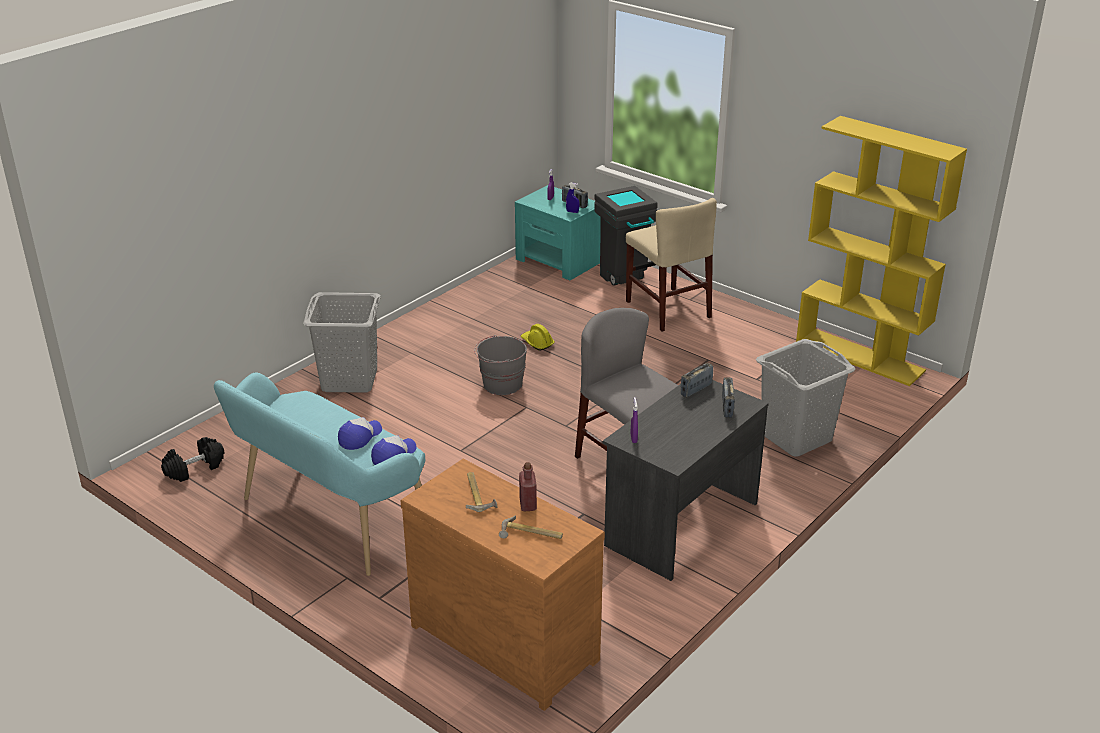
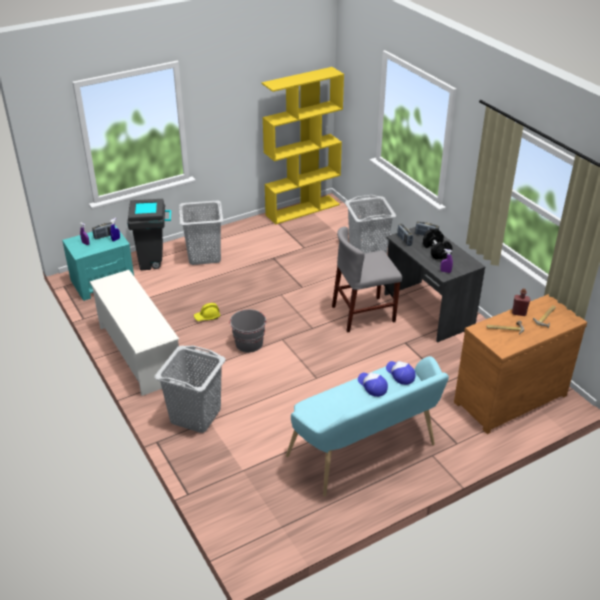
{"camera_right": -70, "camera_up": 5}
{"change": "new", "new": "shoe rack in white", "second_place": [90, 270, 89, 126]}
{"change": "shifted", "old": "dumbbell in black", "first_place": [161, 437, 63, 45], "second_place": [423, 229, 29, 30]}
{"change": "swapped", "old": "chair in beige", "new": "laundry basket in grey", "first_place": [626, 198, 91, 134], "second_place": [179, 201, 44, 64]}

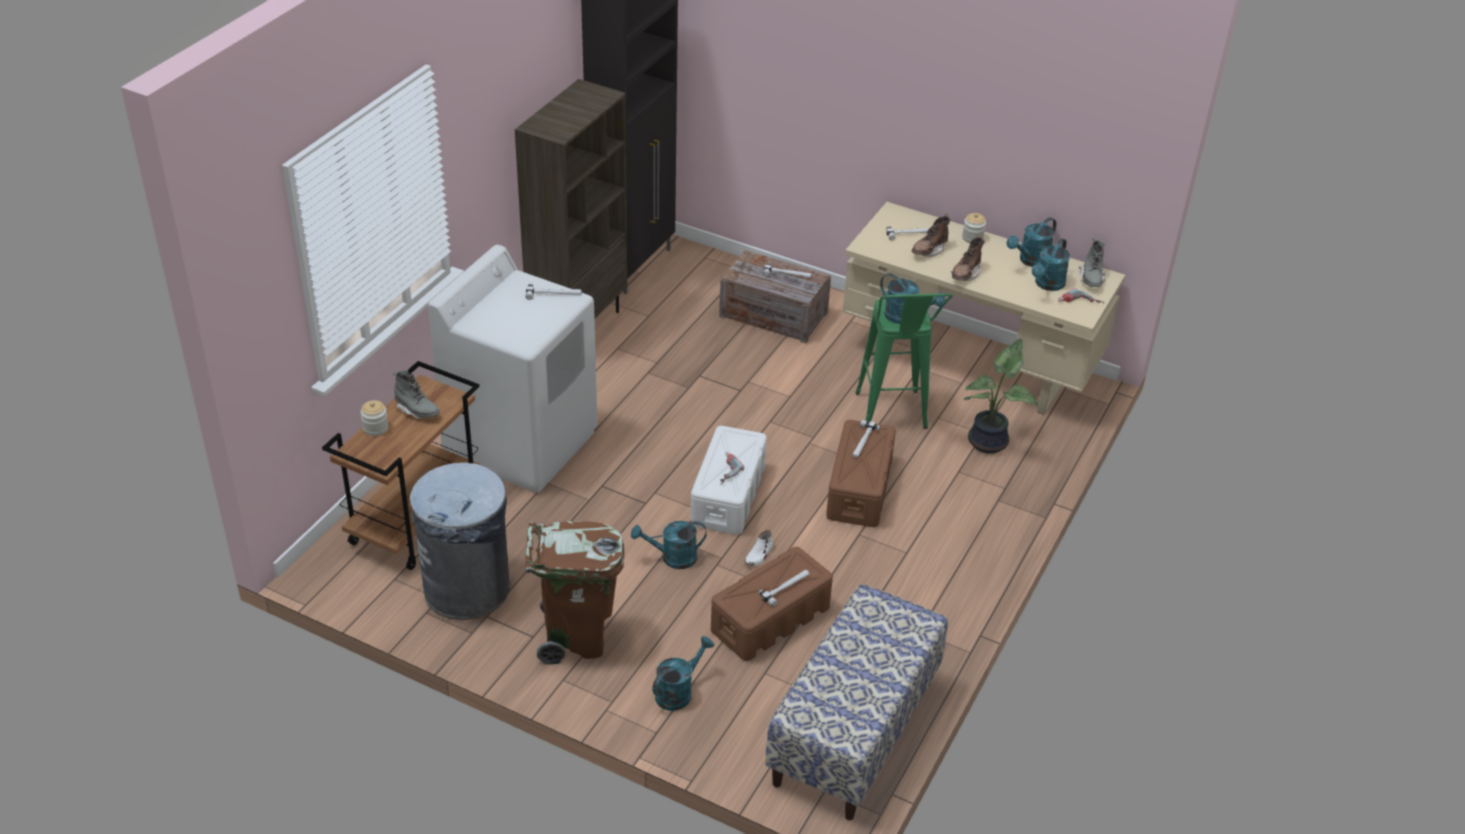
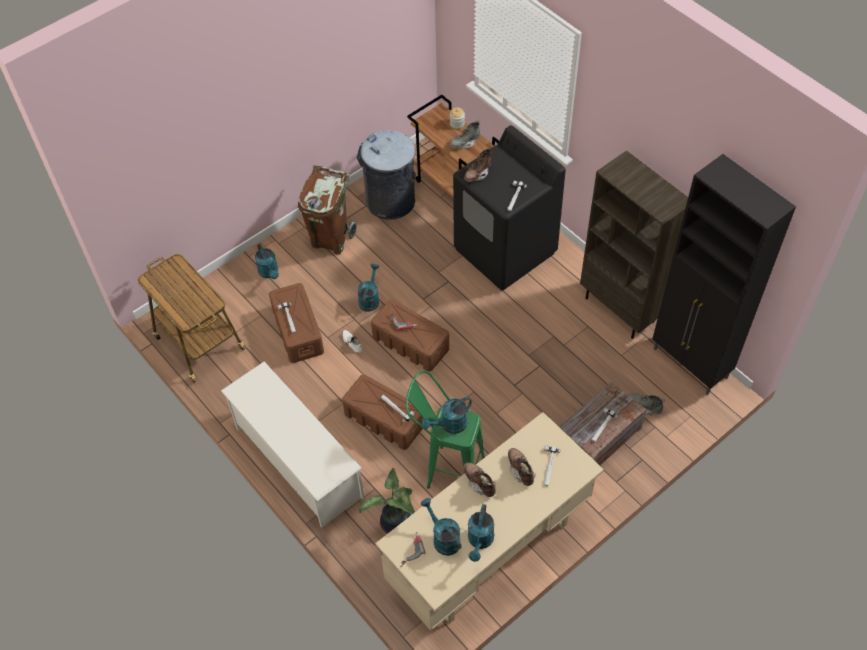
{"camera_right": 115, "camera_up": 15}
{"change": "gone", "old": "jar", "first_place": [962, 213, 24, 30]}
{"change": "new", "new": "shoe rack in white", "second_place": [221, 362, 143, 165]}
{"change": "new", "new": "boot in brown", "second_place": [464, 147, 27, 35]}
{"change": "shifted", "old": "boot in grey", "first_place": [1079, 238, 27, 49], "second_place": [628, 393, 37, 23]}
{"change": "swapped", "old": "bench", "new": "cart", "first_place": [765, 584, 183, 236], "second_place": [138, 254, 109, 129]}
{"change": "repainted", "old": "washing machine in white", "new": "washing machine in black", "first_place": [428, 245, 169, 248], "second_place": [453, 126, 113, 165]}
{"change": "repainted", "old": "storage box in white", "new": "storage box in brown", "first_place": [690, 426, 77, 109], "second_place": [371, 299, 78, 73]}
{"change": "rotated", "old": "watering can in turquoise", "first_place": [1007, 217, 49, 50], "second_place": [468, 504, 26, 58], "degrees": -150}

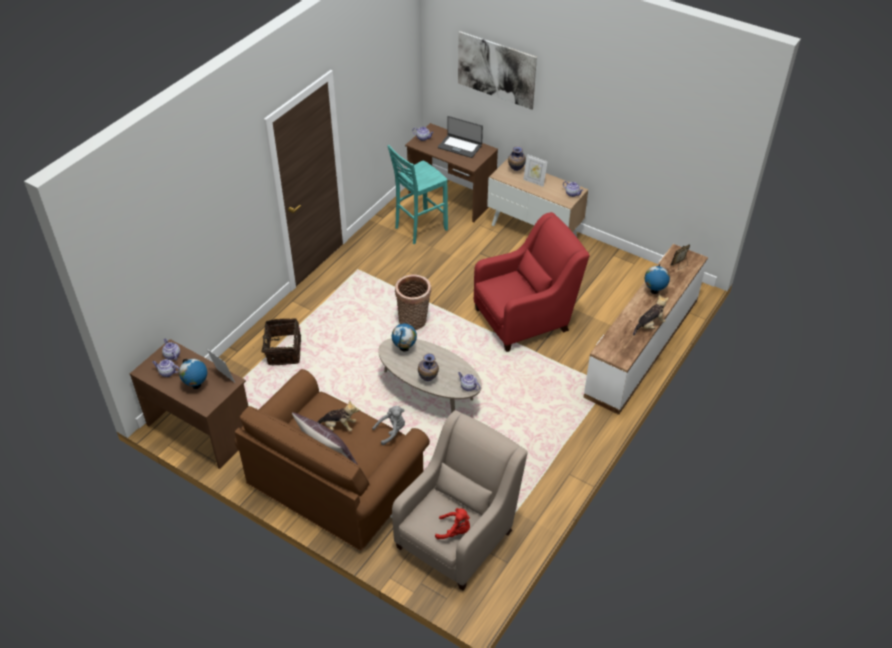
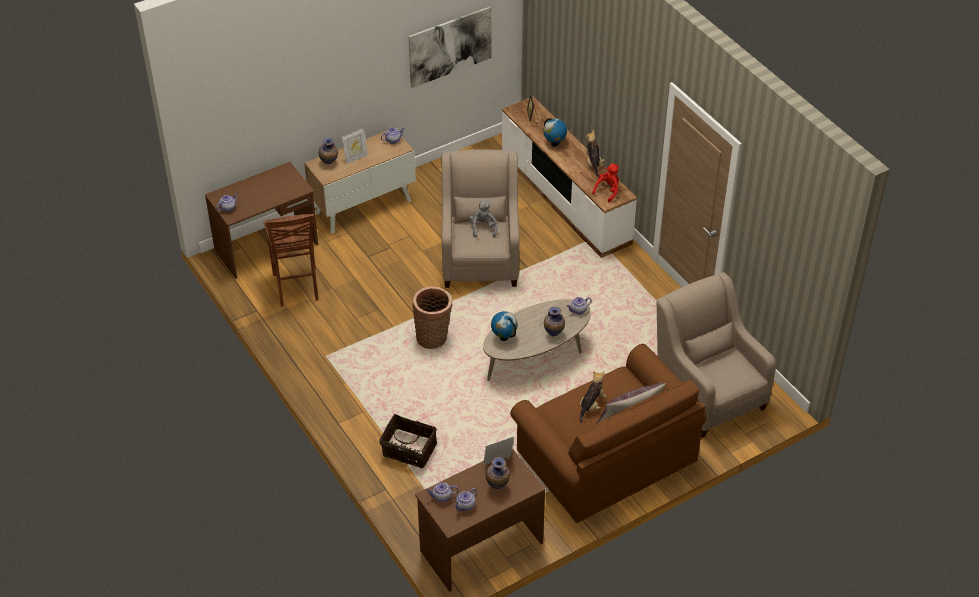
{"camera_right": -65, "camera_up": 0}
{"change": "gone", "old": "laptop", "first_place": [438, 116, 45, 42]}
{"change": "shifted", "old": "plush toy in grey", "first_place": [372, 406, 33, 39], "second_place": [469, 200, 29, 38]}
{"change": "shifted", "old": "plush toy in red", "first_place": [435, 508, 35, 31], "second_place": [592, 164, 27, 38]}
{"change": "shifted", "old": "picture", "first_place": [458, 31, 79, 79], "second_place": [409, 6, 82, 82]}
{"change": "swapped", "old": "globe", "new": "vase", "first_place": [179, 359, 28, 30], "second_place": [486, 457, 24, 32]}
{"change": "repainted", "old": "stool in turquoise", "new": "stool in brown", "first_place": [387, 145, 61, 99], "second_place": [264, 214, 55, 92]}
{"change": "repainted", "old": "armchair in red", "new": "armchair in beige", "first_place": [474, 212, 116, 140], "second_place": [441, 149, 78, 139]}

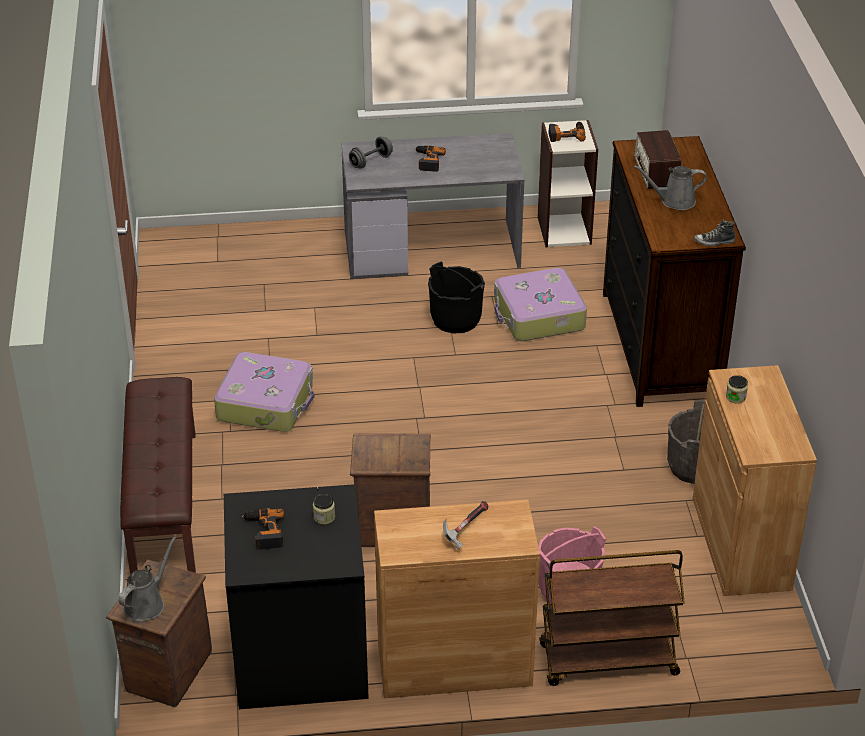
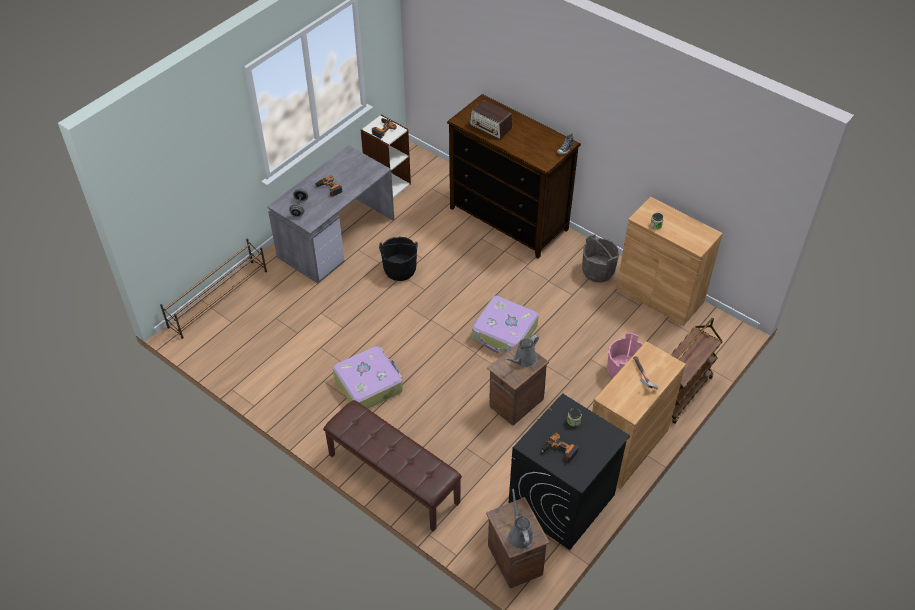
{"camera_right": -45, "camera_up": 10}
{"change": "new", "new": "shoe rack in brown", "second_place": [160, 239, 107, 100]}
{"change": "shifted", "old": "suitcase", "first_place": [494, 268, 93, 73], "second_place": [472, 296, 67, 58]}
{"change": "shifted", "old": "watering can in grey", "first_place": [634, 165, 73, 45], "second_place": [504, 335, 35, 33]}

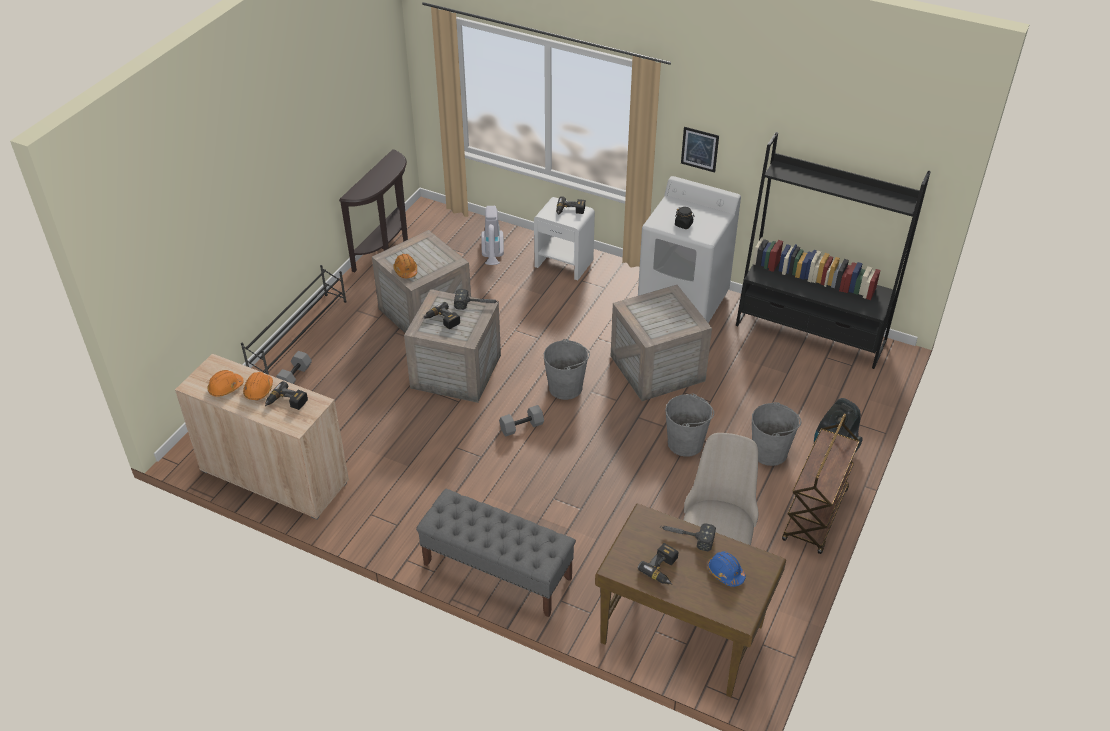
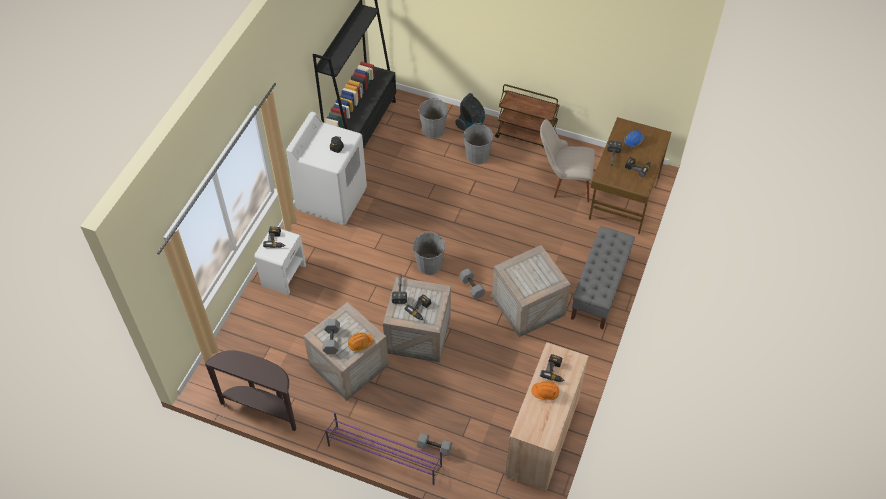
{"camera_right": -95, "camera_up": 10}
{"change": "gone", "old": "hard hat in orange", "first_place": [207, 370, 37, 27]}
{"change": "gone", "old": "vacuum cleaner", "first_place": [481, 206, 23, 59]}
{"change": "gone", "old": "picture", "first_place": [681, 127, 38, 46]}
{"change": "new", "new": "dumbbell in grey", "second_place": [323, 319, 17, 35]}
{"change": "shifted", "old": "crate", "first_place": [611, 285, 101, 116], "second_place": [492, 245, 79, 92]}
{"change": "shifted", "old": "bucket in grey", "first_place": [665, 393, 49, 64], "second_place": [419, 98, 29, 41]}
{"change": "repainted", "old": "shoe rack in black", "new": "shoe rack in purple", "first_place": [241, 265, 106, 110], "second_place": [325, 412, 117, 73]}

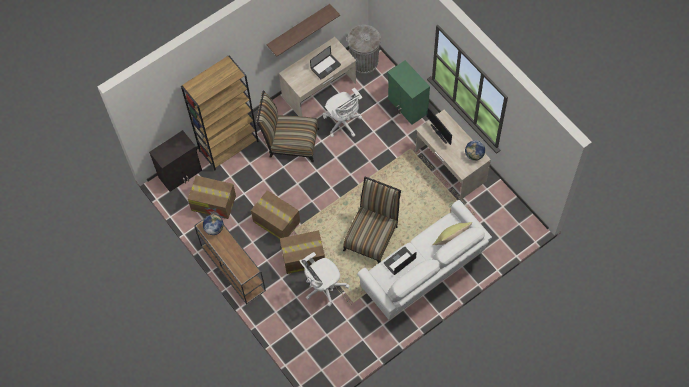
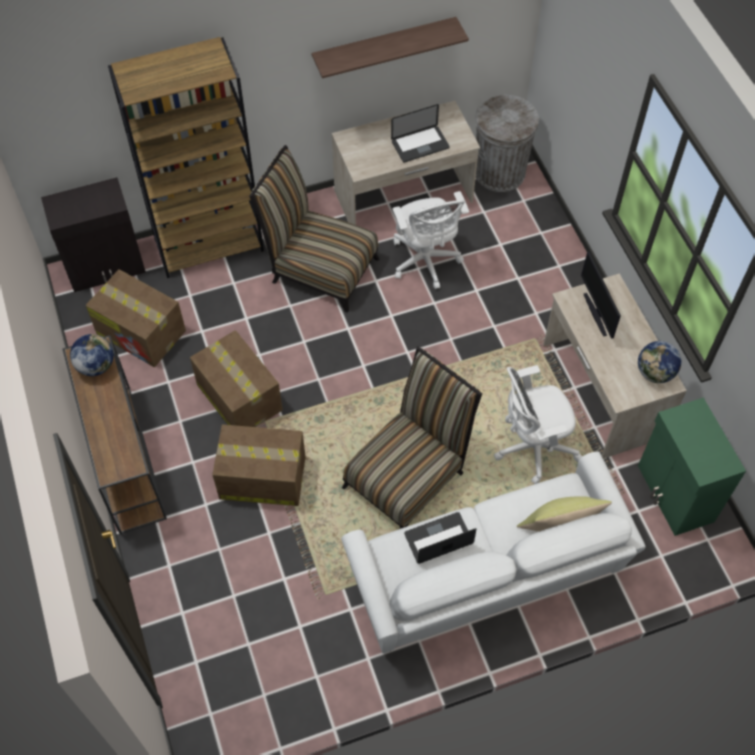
{"camera_right": 15, "camera_up": -5}
{"change": "shifted", "old": "office chair in white", "first_place": [300, 252, 50, 54], "second_place": [494, 365, 88, 119]}
{"change": "shifted", "old": "cabinet in green", "first_place": [387, 60, 43, 65], "second_place": [638, 398, 108, 138]}

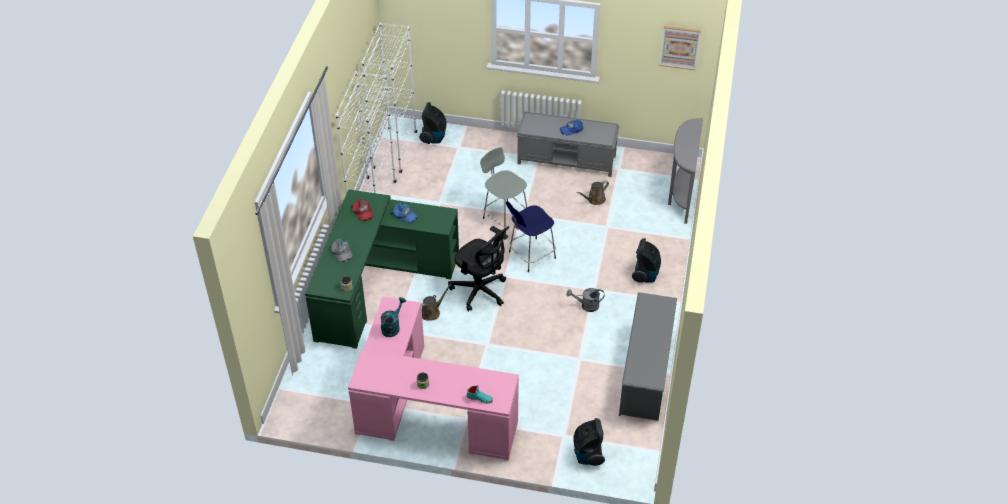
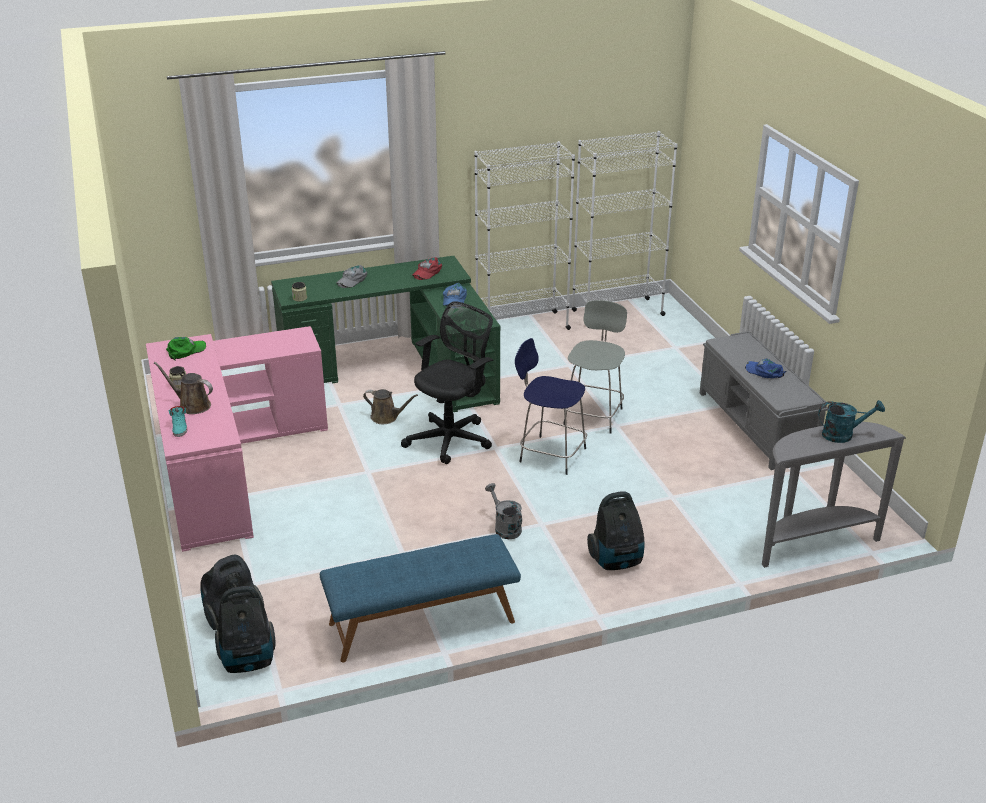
{"camera_right": 60, "camera_up": -15}
{"change": "gone", "old": "picture", "first_place": [660, 26, 41, 44]}
{"change": "new", "new": "cap in green", "second_place": [166, 337, 40, 24]}
{"change": "shifted", "old": "watering can in turquoise", "first_place": [381, 297, 25, 40], "second_place": [818, 400, 67, 43]}
{"change": "shifted", "old": "vacuum cleaner", "first_place": [419, 102, 28, 42], "second_place": [215, 586, 61, 87]}
{"change": "shifted", "old": "watering can in brown", "first_place": [577, 180, 32, 25], "second_place": [154, 362, 59, 52]}
{"change": "swapped", "old": "shoe rack in grey", "new": "bench in blue", "first_place": [619, 292, 58, 129], "second_place": [320, 534, 201, 129]}
{"change": "rotated", "old": "office chair in black", "first_place": [448, 226, 61, 86], "second_place": [401, 301, 93, 163], "degrees": -150}

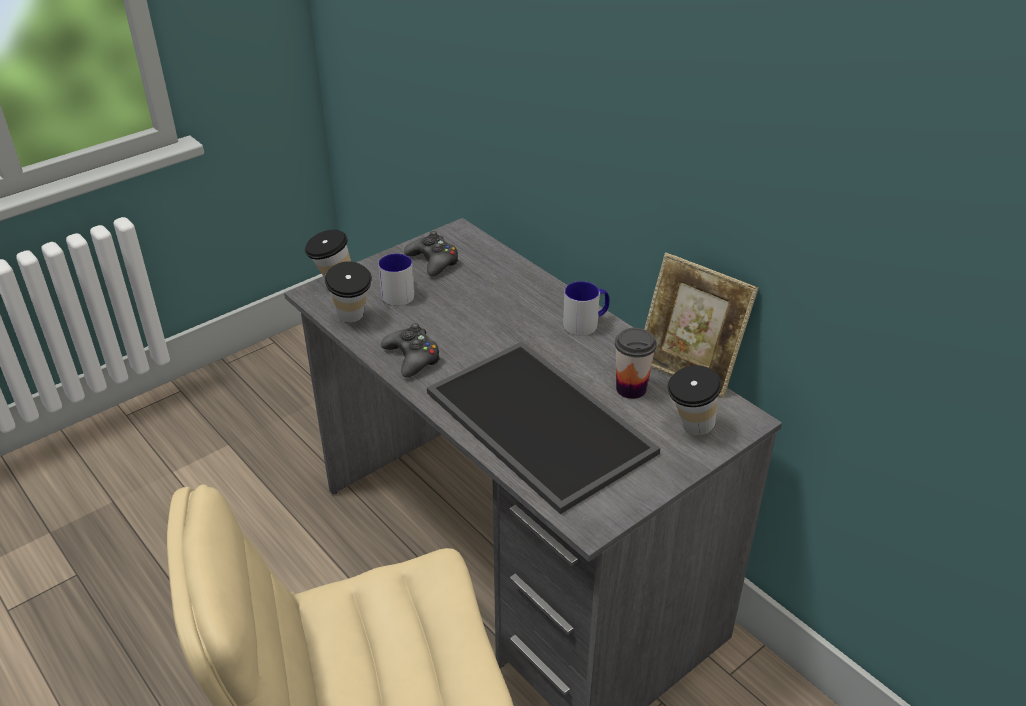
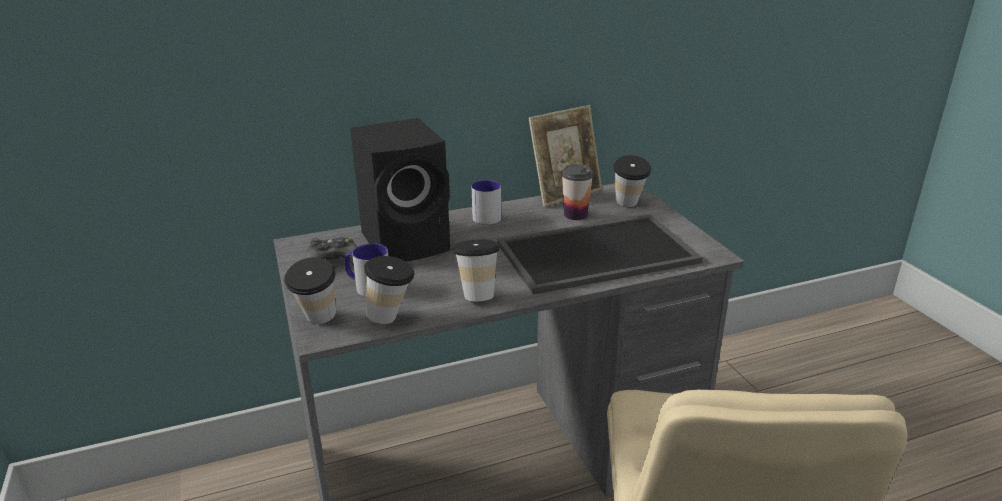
{"camera_right": -70, "camera_up": -10}
{"change": "new", "new": "speaker in black", "second_place": [350, 118, 100, 144]}
{"change": "swapped", "old": "game controller in black", "new": "cup", "first_place": [381, 323, 60, 55], "second_place": [452, 239, 48, 62]}

